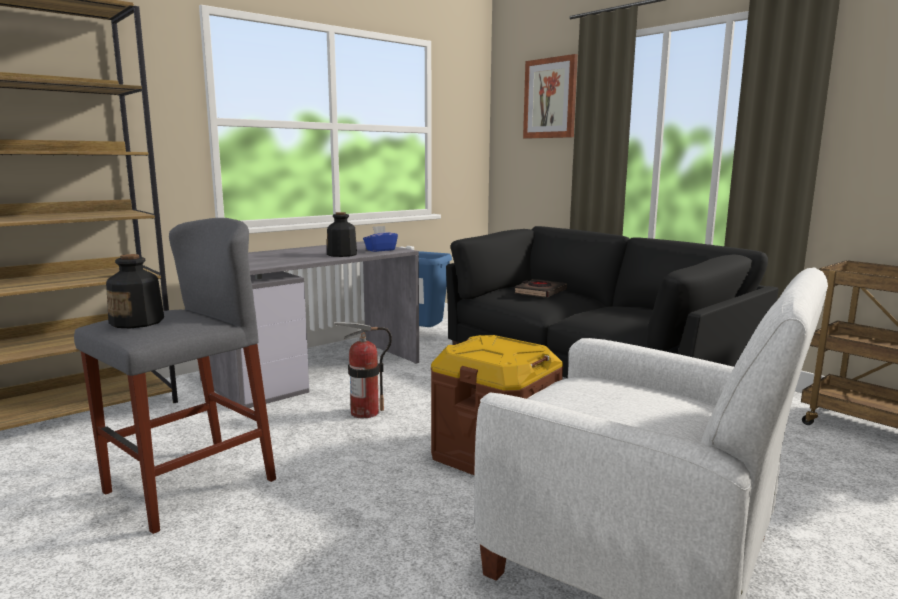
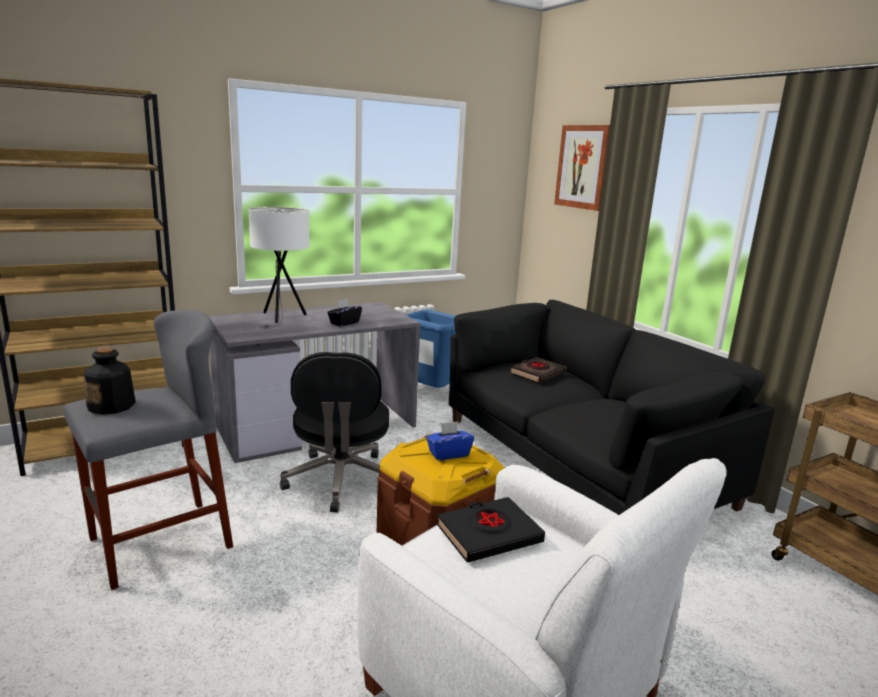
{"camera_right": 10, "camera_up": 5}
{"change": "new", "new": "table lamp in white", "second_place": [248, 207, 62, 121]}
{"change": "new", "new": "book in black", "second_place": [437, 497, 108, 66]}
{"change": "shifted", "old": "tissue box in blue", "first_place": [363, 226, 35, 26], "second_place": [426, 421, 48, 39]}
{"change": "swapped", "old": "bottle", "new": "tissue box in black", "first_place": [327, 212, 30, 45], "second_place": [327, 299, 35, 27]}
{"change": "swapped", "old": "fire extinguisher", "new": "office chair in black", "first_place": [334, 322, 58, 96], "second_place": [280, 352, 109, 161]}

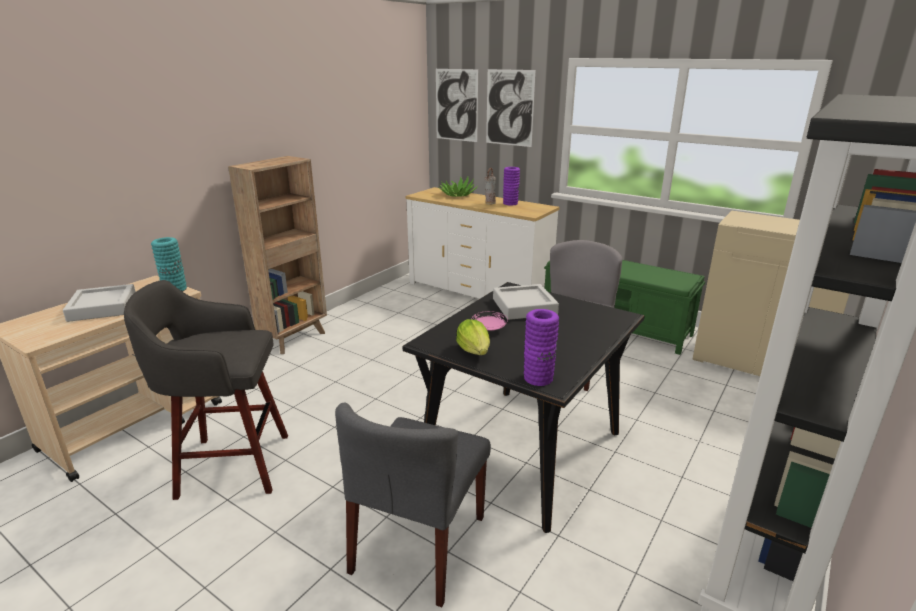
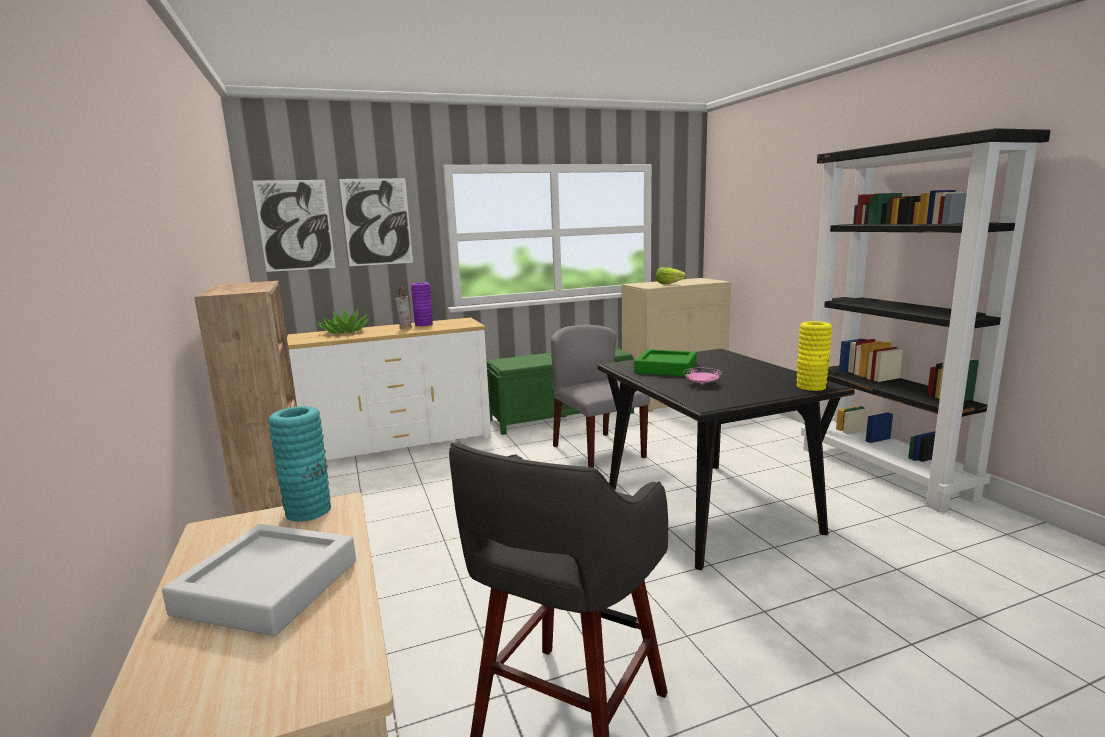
{"camera_right": -55, "camera_up": -10}
{"change": "gone", "old": "chair in grey", "first_place": [335, 402, 156, 205]}
{"change": "shifted", "old": "lettuce", "first_place": [456, 319, 34, 36], "second_place": [656, 267, 31, 17]}
{"change": "repainted", "old": "tray in grey", "new": "tray in green", "first_place": [493, 284, 66, 36], "second_place": [634, 349, 63, 27]}
{"change": "repainted", "old": "vase in purple", "new": "vase in yellow", "first_place": [524, 309, 35, 77], "second_place": [796, 321, 36, 70]}

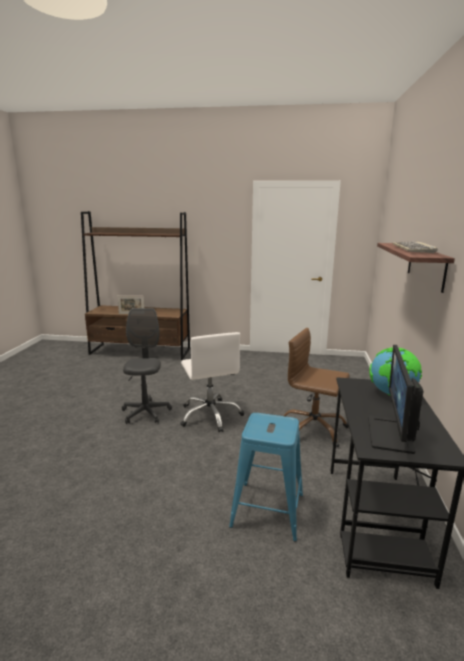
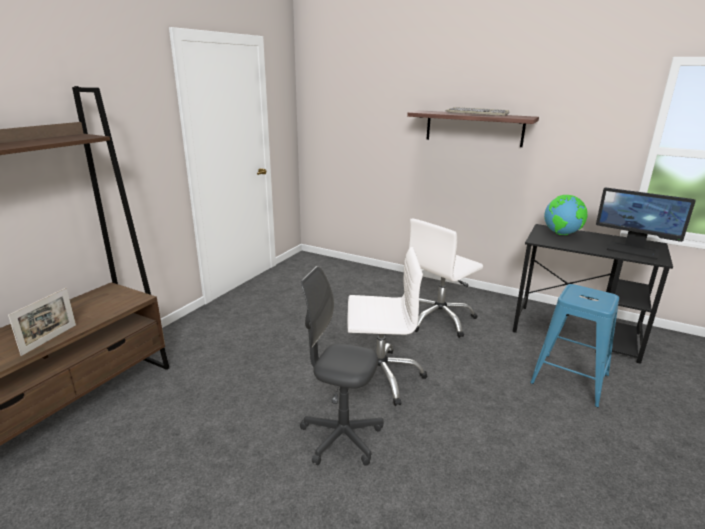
{"camera_right": -70, "camera_up": 5}
{"change": "repainted", "old": "office chair in brown", "new": "office chair in white", "first_place": [284, 328, 65, 119], "second_place": [409, 218, 74, 120]}

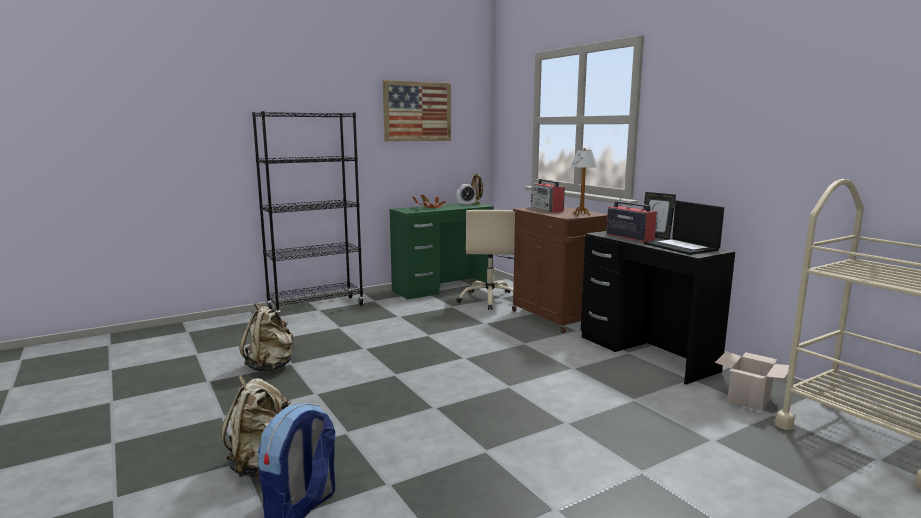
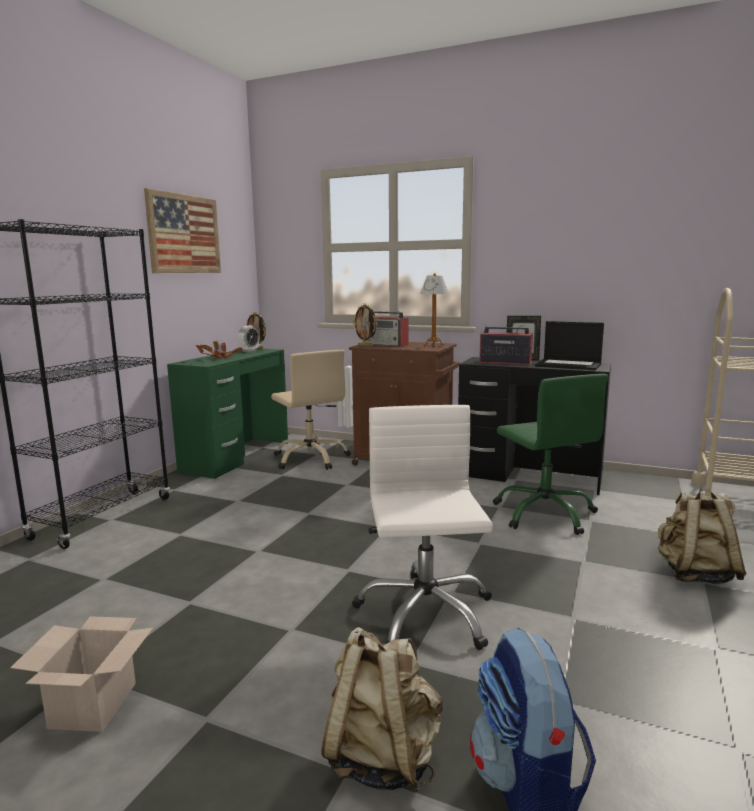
{"camera_right": -35, "camera_up": 0}
{"change": "new", "new": "office chair in white", "second_place": [352, 405, 141, 245]}
{"change": "new", "new": "picture frame", "second_place": [353, 303, 24, 44]}
{"change": "new", "new": "office chair in green", "second_place": [493, 374, 115, 161]}
{"change": "shifted", "old": "backpack in beige", "first_place": [239, 302, 55, 70], "second_place": [658, 488, 89, 96]}
{"change": "shifted", "old": "cardboard box", "first_place": [715, 351, 74, 61], "second_place": [10, 616, 143, 116]}

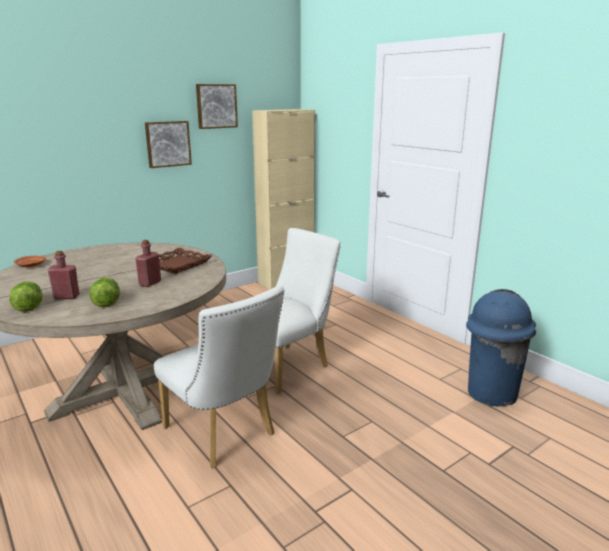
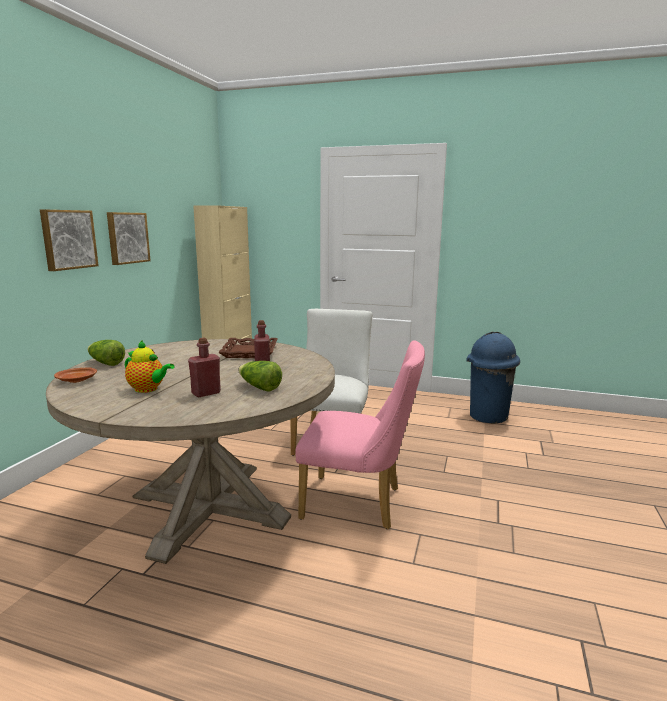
{"camera_right": -35, "camera_up": -5}
{"change": "new", "new": "teapot", "second_place": [125, 341, 50, 52]}
{"change": "shifted", "old": "lettuce", "first_place": [9, 281, 33, 31], "second_place": [87, 340, 38, 26]}
{"change": "shifted", "old": "picture", "first_place": [196, 84, 42, 45], "second_place": [40, 210, 59, 61]}
{"change": "repainted", "old": "chair in white", "new": "chair in pink", "first_place": [154, 286, 130, 182], "second_place": [295, 340, 130, 189]}

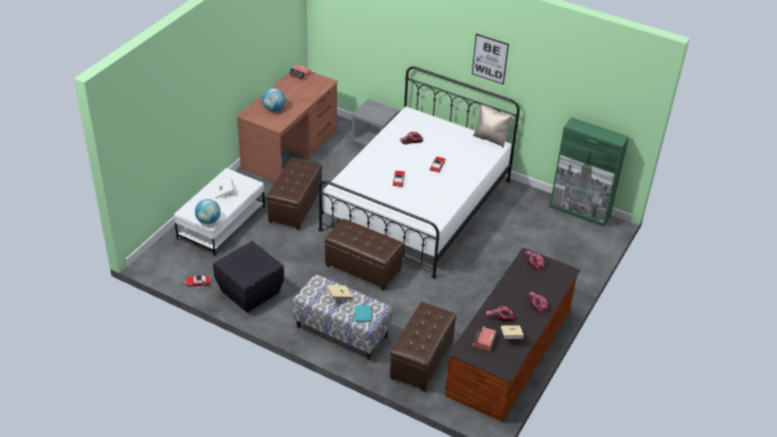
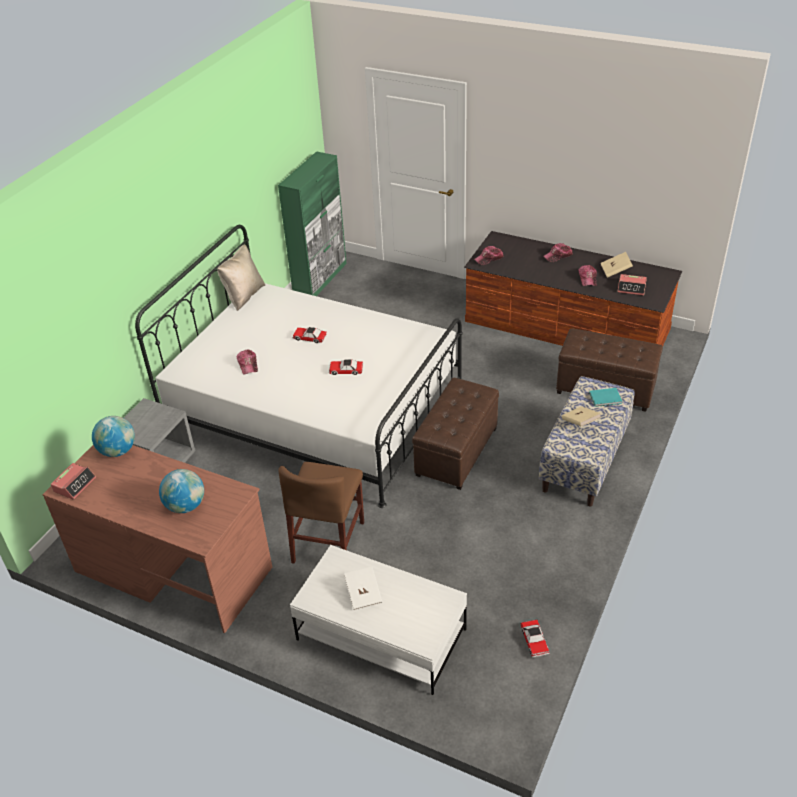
{"camera_right": -90, "camera_up": 0}
{"change": "gone", "old": "storage box in black", "first_place": [213, 241, 71, 72]}
{"change": "gone", "old": "picture", "first_place": [472, 34, 37, 51]}
{"change": "shifted", "old": "globe", "first_place": [195, 199, 26, 25], "second_place": [92, 416, 43, 41]}
{"change": "swapped", "old": "ottoman in brown", "new": "chair in brown", "first_place": [267, 158, 55, 72], "second_place": [278, 462, 86, 102]}

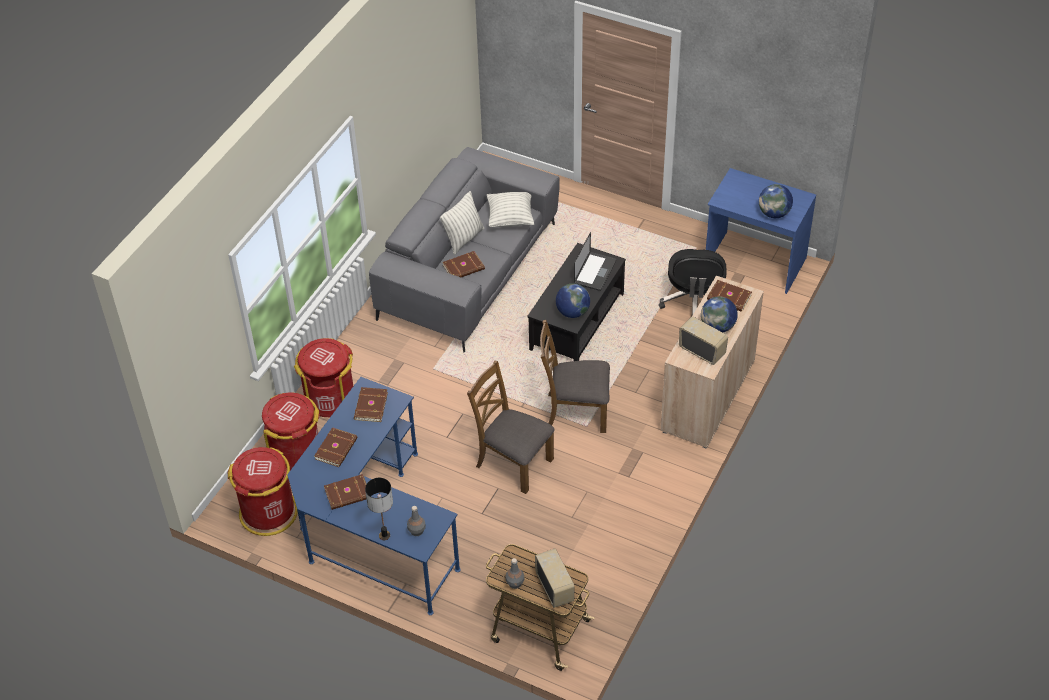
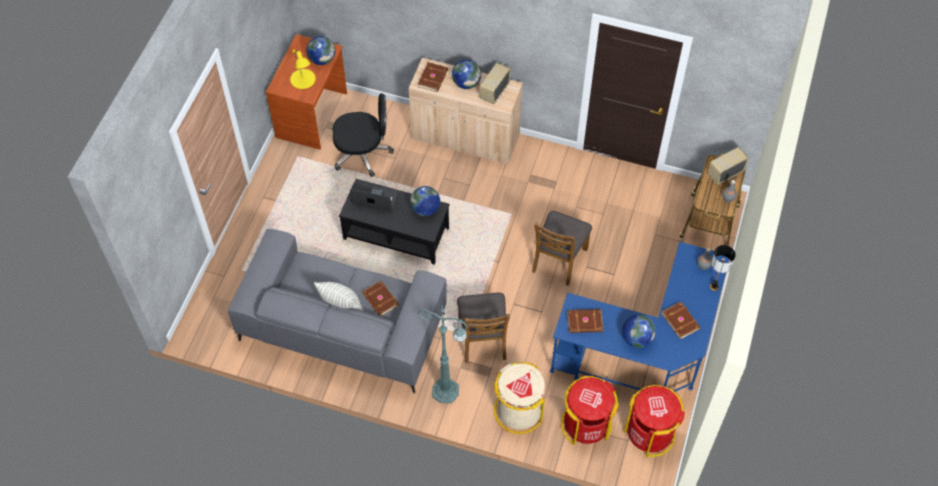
{"camera_right": -100, "camera_up": 10}
{"change": "gone", "old": "pillow", "first_place": [487, 192, 47, 35]}
{"change": "new", "new": "table lamp in yellow", "second_place": [290, 49, 26, 40]}
{"change": "new", "new": "floor lamp in green", "second_place": [418, 302, 50, 101]}
{"change": "shifted", "old": "chair in brown", "first_place": [540, 320, 70, 113], "second_place": [457, 293, 53, 71]}
{"change": "swapped", "old": "book in brown", "new": "globe", "first_place": [314, 427, 44, 40], "second_place": [622, 315, 33, 33]}
{"change": "repainted", "old": "trash can in red", "new": "trash can in beige", "first_place": [294, 338, 59, 79], "second_place": [494, 362, 51, 72]}
{"change": "repainted", "old": "desk in blue", "new": "desk in brown", "first_place": [706, 168, 110, 126], "second_place": [266, 34, 81, 116]}

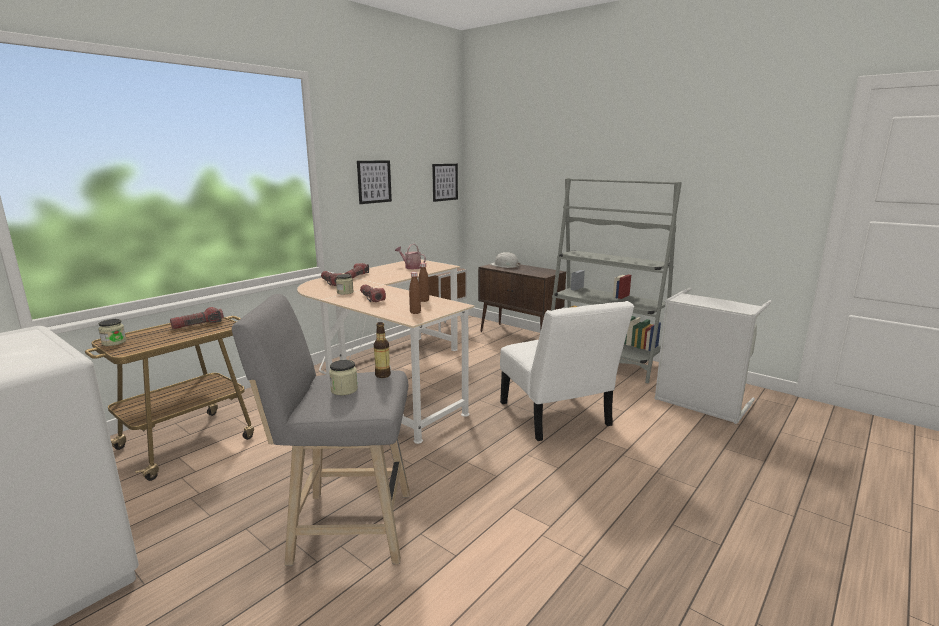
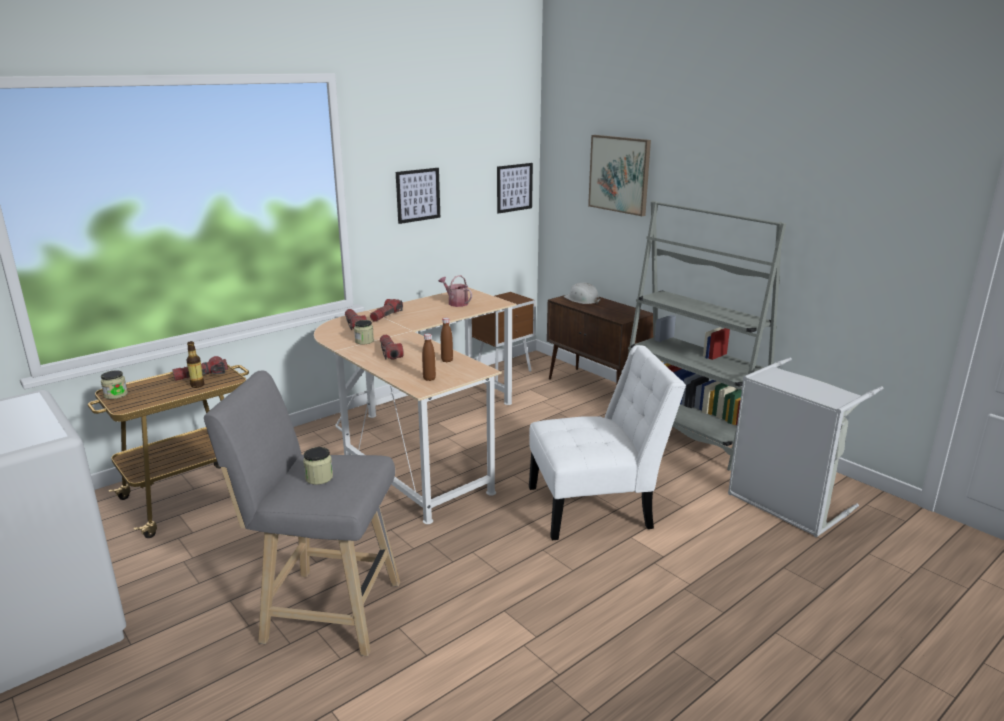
{"camera_right": 10, "camera_up": 5}
{"change": "new", "new": "picture", "second_place": [588, 135, 63, 81]}
{"change": "shifted", "old": "bottle", "first_place": [374, 322, 17, 56], "second_place": [186, 341, 18, 47]}
{"change": "rotated", "old": "chair in white", "first_place": [500, 301, 134, 140], "second_place": [529, 345, 157, 196], "degrees": -90}

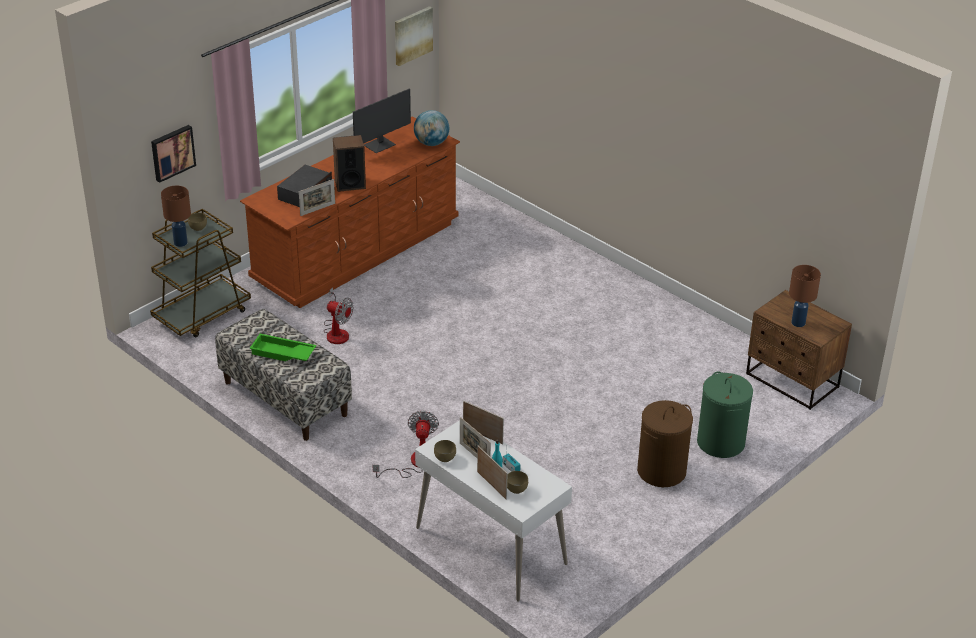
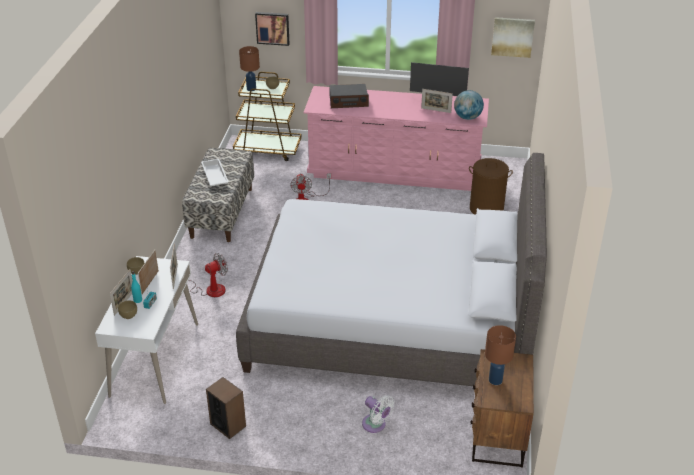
{"camera_right": 55, "camera_up": 0}
{"change": "new", "new": "bed in grey", "second_place": [236, 153, 311, 233]}
{"change": "shifted", "old": "picture frame", "first_place": [299, 179, 36, 37], "second_place": [421, 89, 32, 24]}
{"change": "shifted", "old": "speaker", "first_place": [333, 135, 33, 57], "second_place": [206, 377, 40, 62]}
{"change": "shifted", "old": "laundry basket in brown", "first_place": [637, 400, 56, 87], "second_place": [469, 158, 44, 56]}
{"change": "swapped", "old": "laundry basket in green", "new": "fan in white", "first_place": [697, 372, 56, 86], "second_place": [362, 395, 33, 38]}
{"change": "repainted", "old": "dresser in brown", "new": "dresser in pink", "first_place": [240, 116, 220, 192], "second_place": [303, 86, 186, 105]}
{"change": "repainted", "old": "tray in green", "new": "tray in white", "first_place": [250, 334, 66, 27], "second_place": [201, 159, 28, 27]}

